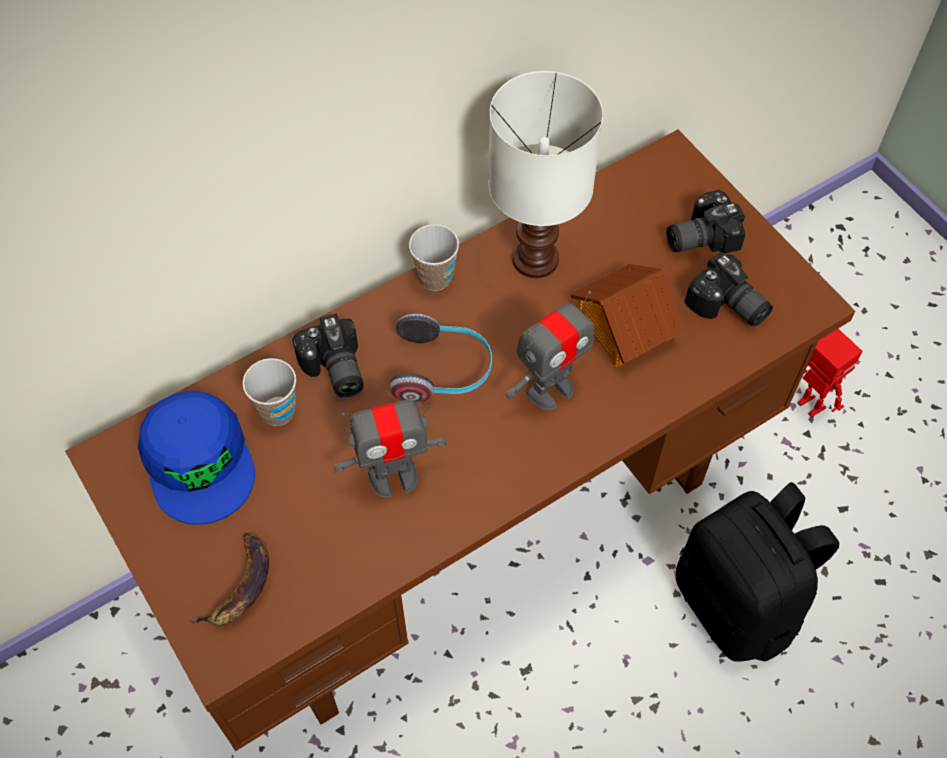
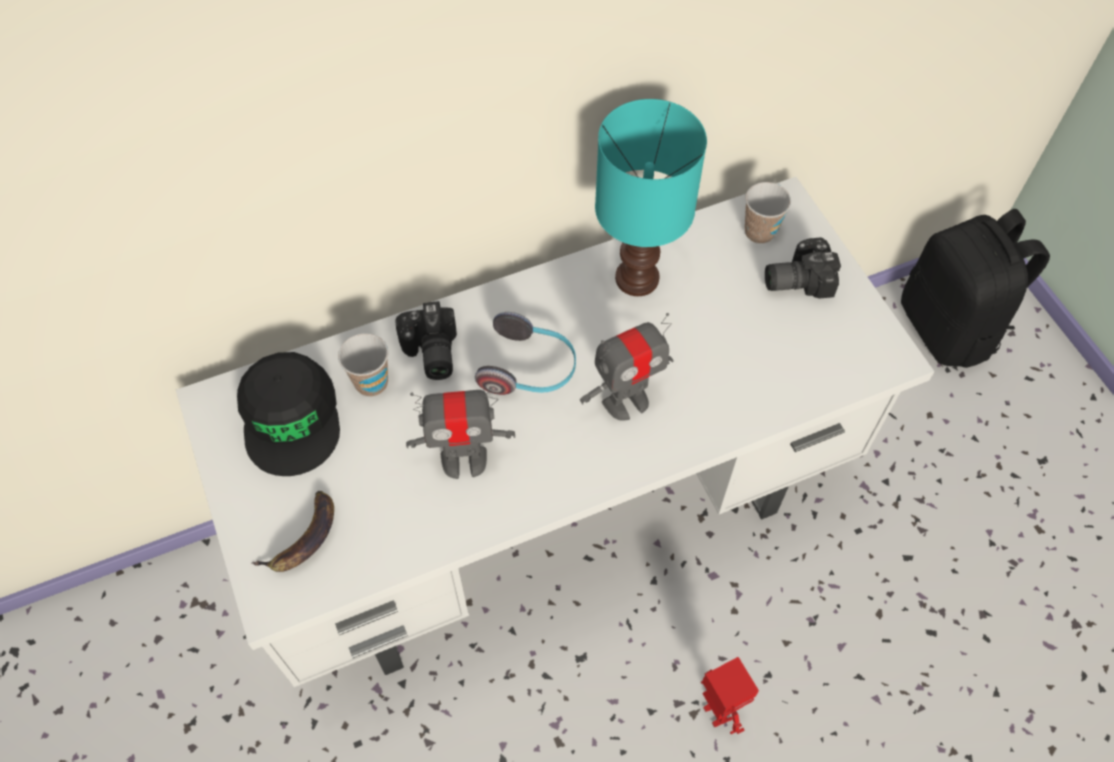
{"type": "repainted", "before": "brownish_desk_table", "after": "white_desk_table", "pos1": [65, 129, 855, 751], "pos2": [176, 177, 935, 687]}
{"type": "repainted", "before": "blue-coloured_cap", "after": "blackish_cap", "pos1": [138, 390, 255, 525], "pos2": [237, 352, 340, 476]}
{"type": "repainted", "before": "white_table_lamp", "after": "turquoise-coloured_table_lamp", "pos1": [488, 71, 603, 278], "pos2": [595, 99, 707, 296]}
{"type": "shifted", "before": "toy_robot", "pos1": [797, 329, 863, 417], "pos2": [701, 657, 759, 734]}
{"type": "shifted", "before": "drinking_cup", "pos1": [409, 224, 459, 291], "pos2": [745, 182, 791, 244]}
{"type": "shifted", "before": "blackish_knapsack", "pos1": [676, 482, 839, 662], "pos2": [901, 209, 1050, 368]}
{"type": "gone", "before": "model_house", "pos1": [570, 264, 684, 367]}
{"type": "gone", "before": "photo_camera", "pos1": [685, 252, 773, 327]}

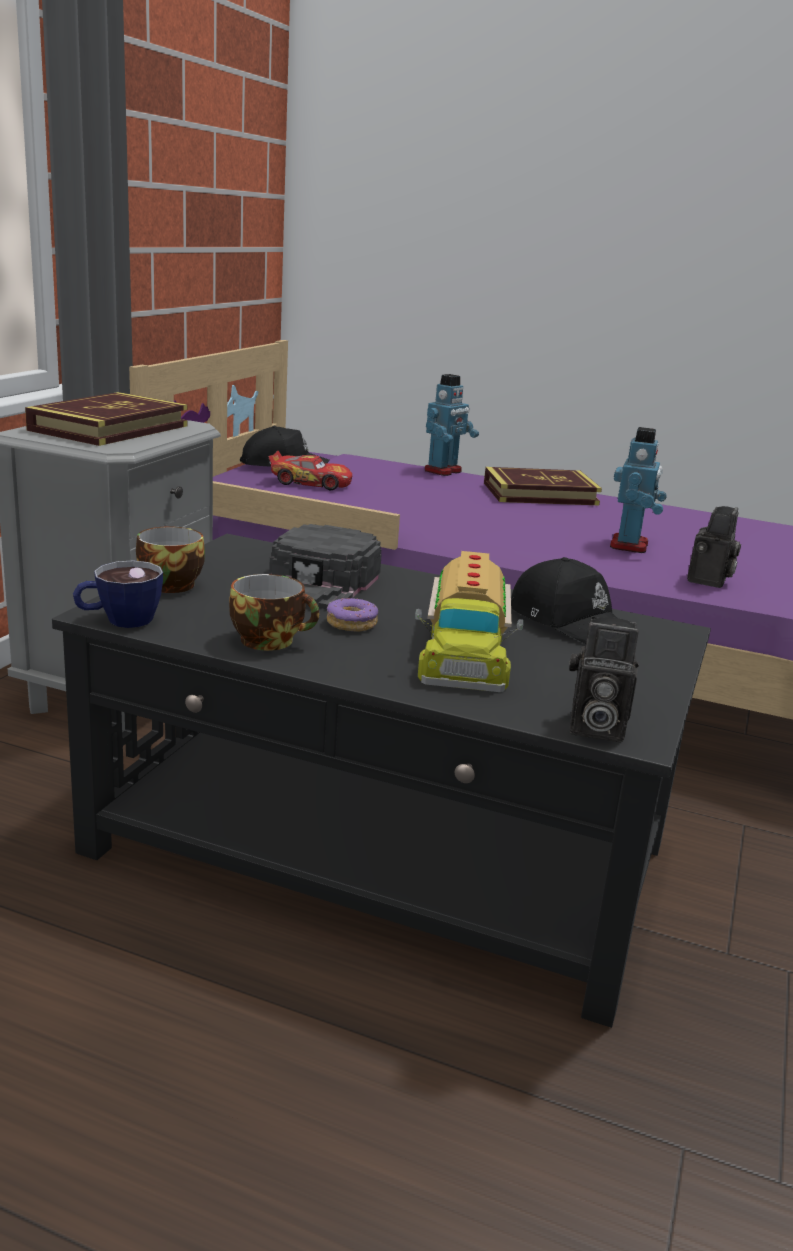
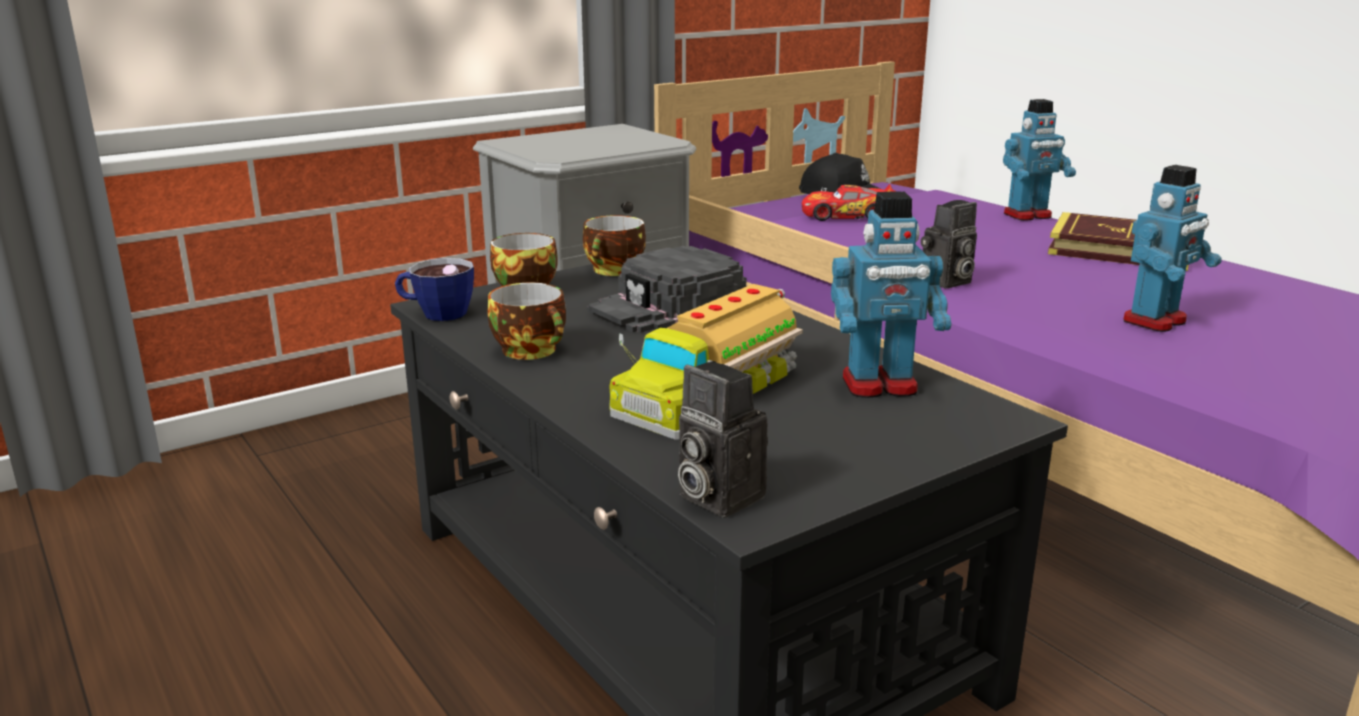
{"type": "new", "after": "drinking_cup", "pos2": [583, 215, 646, 276]}
{"type": "rotated", "before": "model_car", "pos1": [269, 450, 352, 490], "pos2": [802, 184, 896, 221], "turn": 135}
{"type": "swapped", "before": "blackish_cap", "after": "toy_robot", "pos1": [511, 557, 617, 644], "pos2": [831, 192, 951, 398]}
{"type": "shifted", "before": "photo_camera", "pos1": [687, 506, 741, 588], "pos2": [921, 200, 977, 289]}
{"type": "gone", "before": "book", "pos1": [25, 392, 187, 446]}
{"type": "gone", "before": "doughnut", "pos1": [327, 598, 378, 632]}

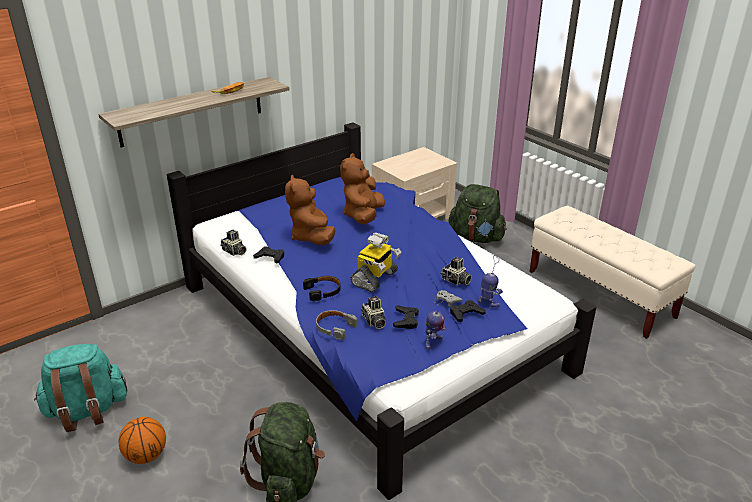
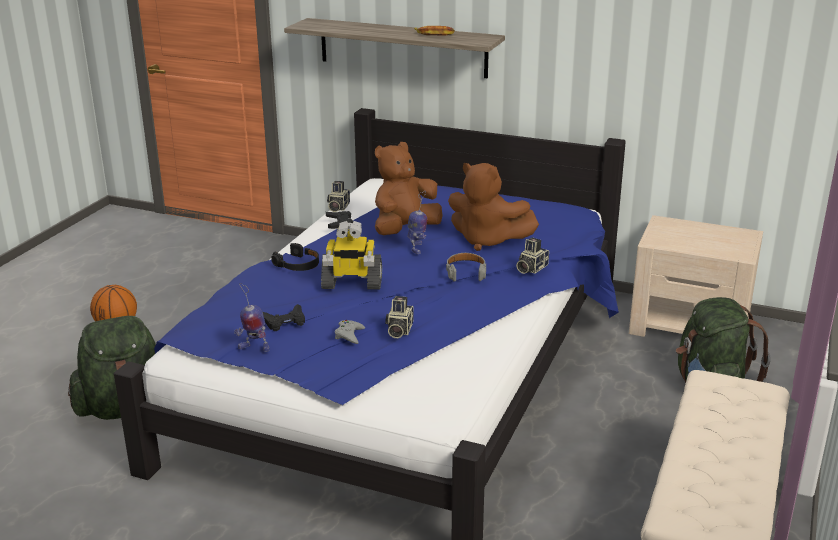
{"type": "shifted", "before": "toy_robot", "pos1": [478, 255, 503, 307], "pos2": [407, 191, 427, 254]}
{"type": "shifted", "before": "grey_headphones", "pos1": [316, 310, 357, 340], "pos2": [446, 253, 486, 282]}
{"type": "rotated", "before": "brownish_soft_toy", "pos1": [340, 153, 385, 224], "pos2": [448, 163, 539, 251], "turn": -135}
{"type": "shifted", "before": "photo_camera", "pos1": [361, 296, 386, 329], "pos2": [516, 237, 549, 274]}
{"type": "gone", "before": "turquoise-coloured_knapsack", "pos1": [34, 344, 127, 432]}
{"type": "gone", "before": "blackish_joypad", "pos1": [450, 300, 486, 322]}

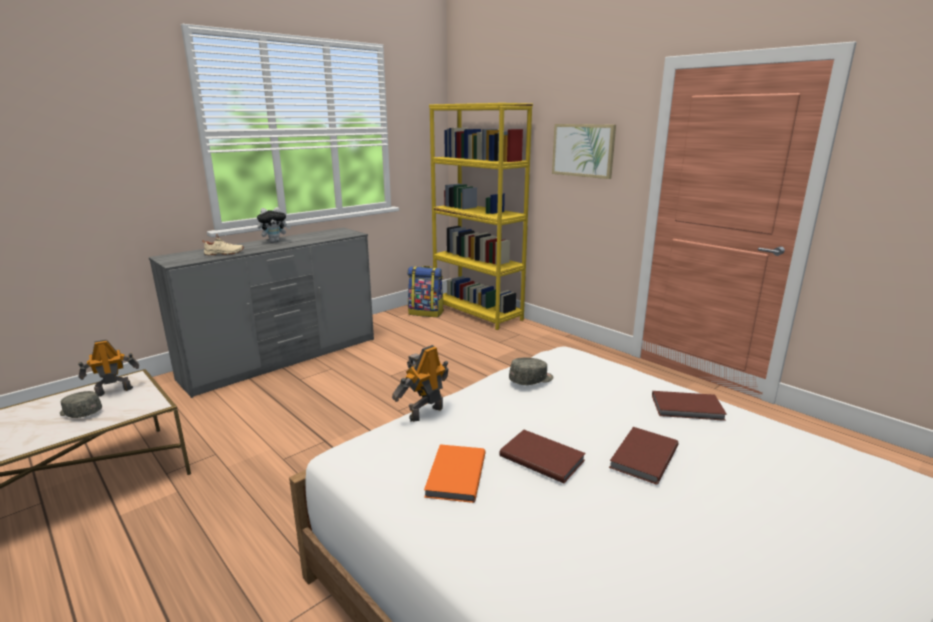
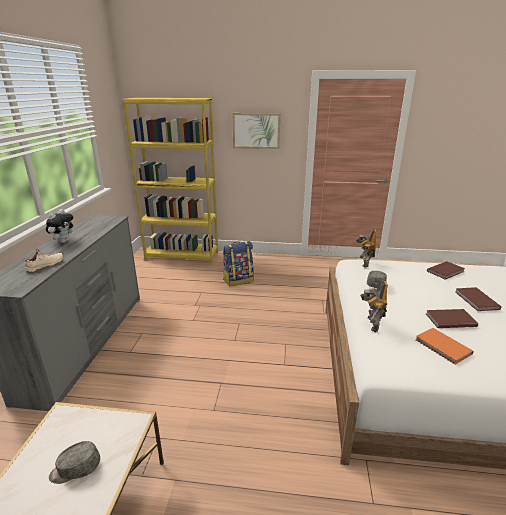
{"type": "shifted", "before": "knapsack", "pos1": [407, 266, 444, 317], "pos2": [223, 241, 254, 286]}
{"type": "shifted", "before": "toy_robot", "pos1": [78, 339, 139, 396], "pos2": [356, 229, 376, 268]}

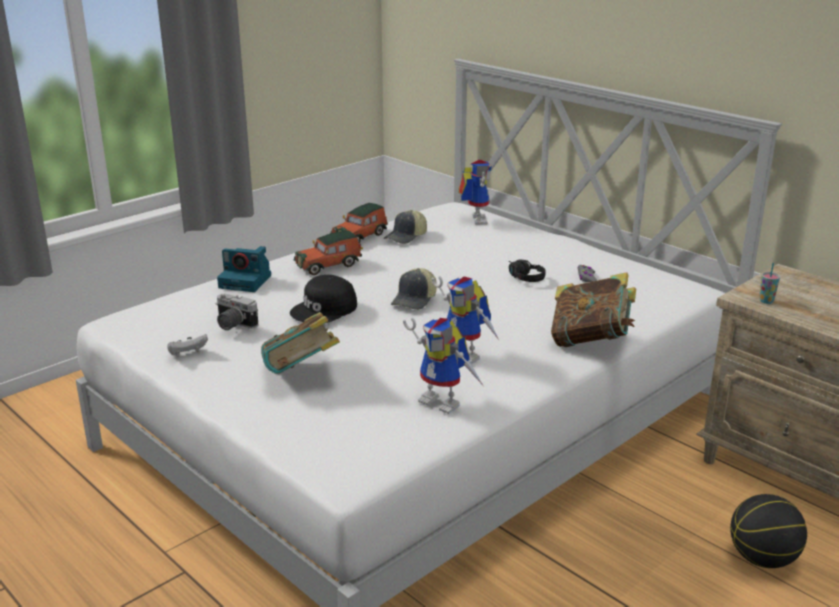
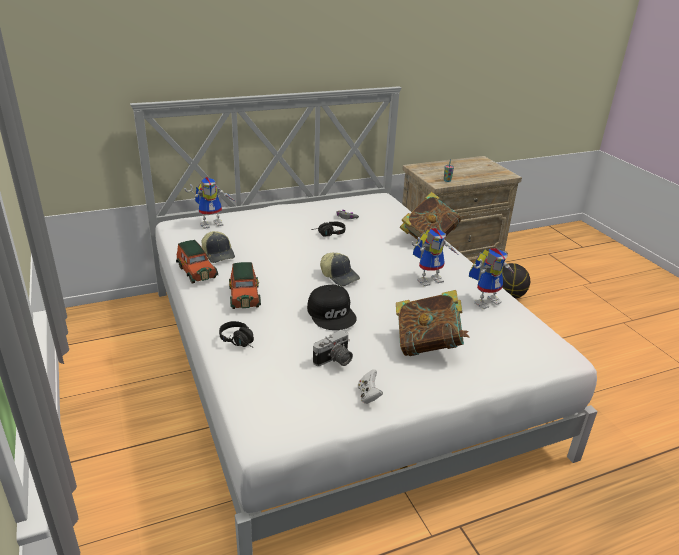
{"type": "rotated", "before": "toy_robot", "pos1": [459, 160, 492, 225], "pos2": [184, 177, 236, 229], "turn": 135}
{"type": "swapped", "before": "photo_camera", "after": "blackish_headphones", "pos1": [217, 246, 271, 292], "pos2": [219, 321, 254, 347]}

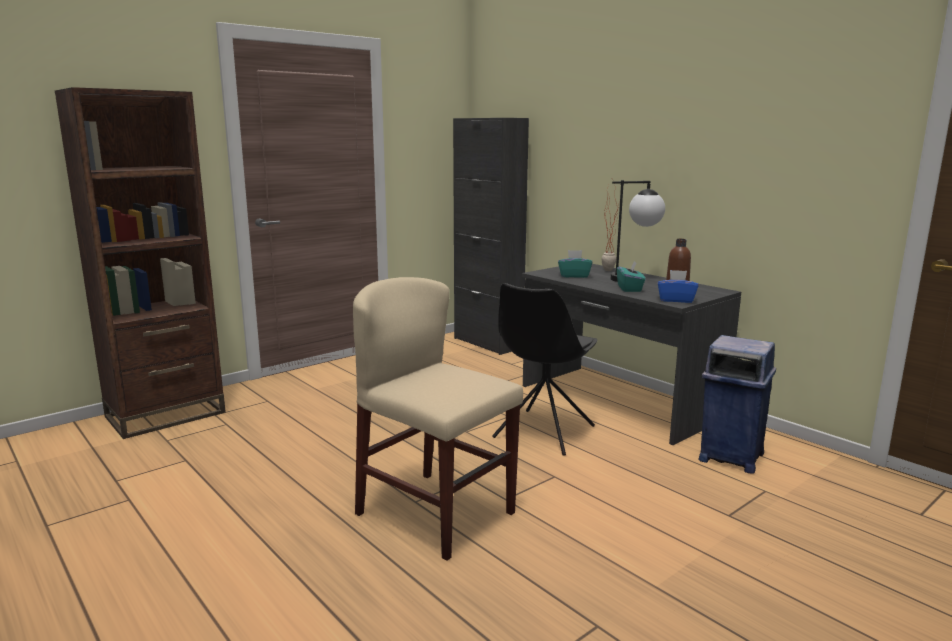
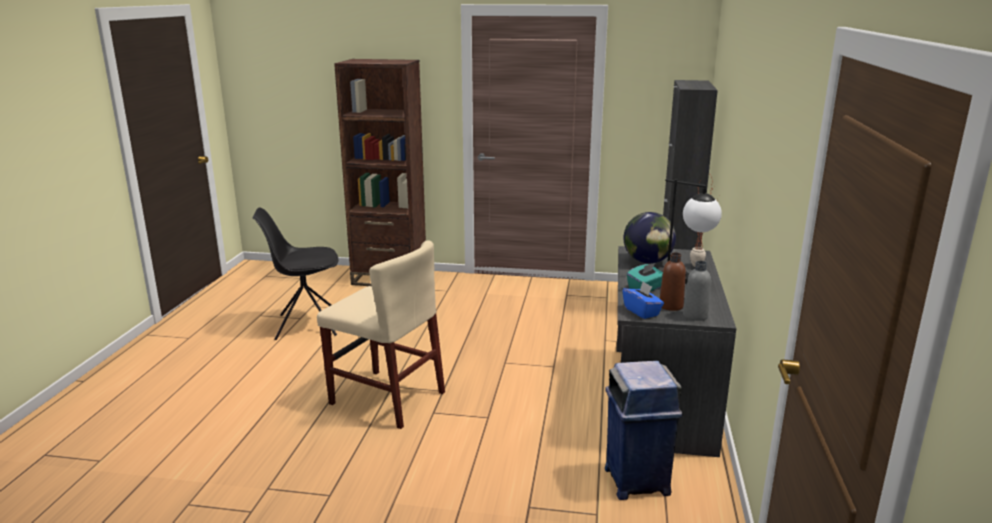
{"type": "shifted", "before": "blackish_chair", "pos1": [492, 283, 597, 456], "pos2": [252, 207, 338, 340]}
{"type": "rotated", "before": "sand-coloured_chair", "pos1": [353, 277, 523, 561], "pos2": [317, 240, 445, 429], "turn": 120}
{"type": "swapped", "before": "turquoise-coloured_tissue_box", "after": "world_globe", "pos1": [558, 250, 592, 278], "pos2": [623, 212, 676, 264]}
{"type": "new", "after": "grey_bottle", "pos2": [683, 261, 711, 321]}

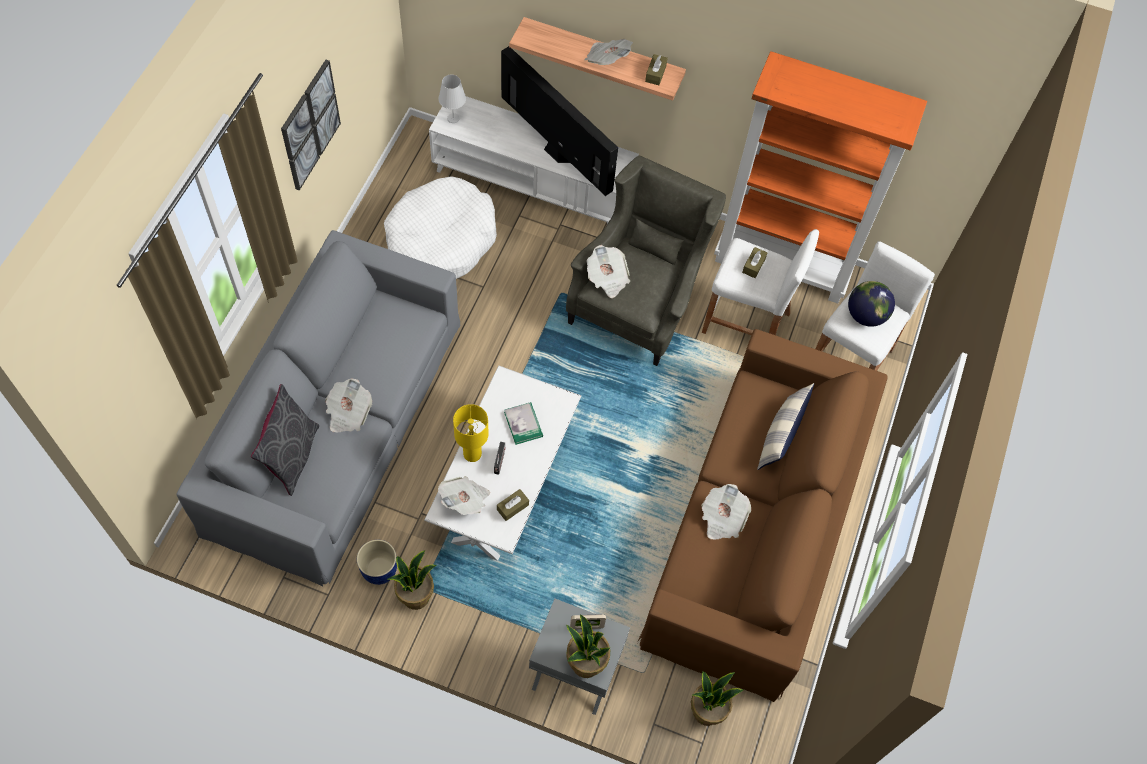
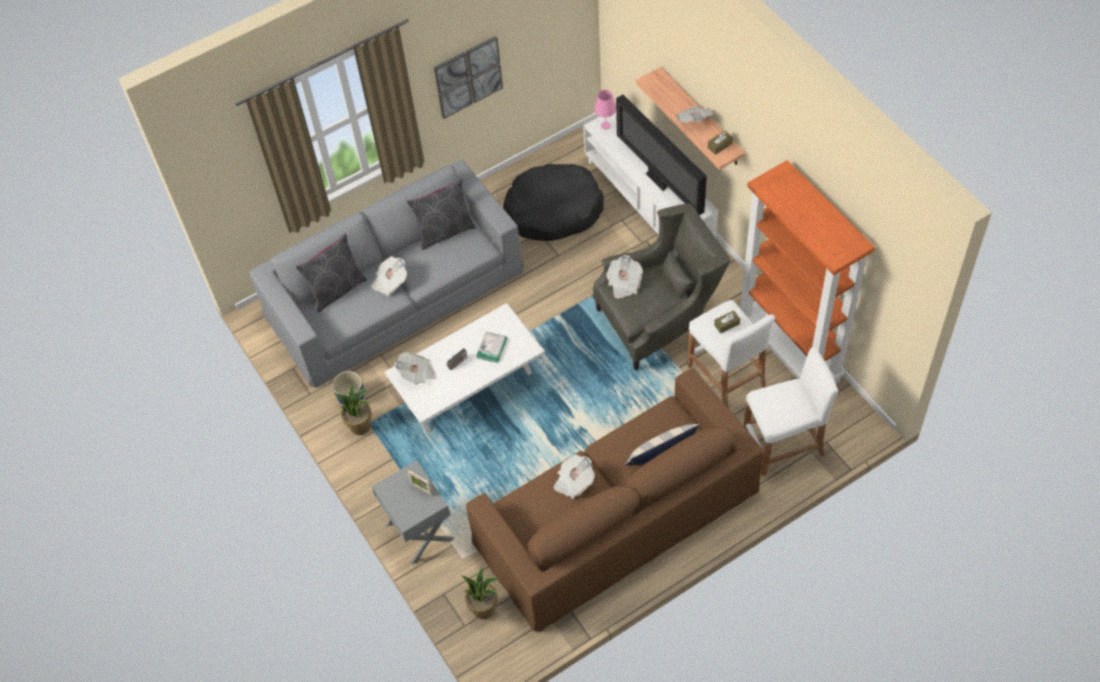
{"type": "new", "after": "grey_cushion", "pos2": [407, 179, 476, 250]}
{"type": "repainted", "before": "white_pet_bed", "after": "blackish_pet_bed", "pos1": [384, 176, 497, 279], "pos2": [503, 164, 604, 241]}
{"type": "repainted", "before": "white_table_lamp", "after": "pink-coloured_table_lamp", "pos1": [438, 75, 466, 123], "pos2": [594, 90, 616, 129]}
{"type": "rotated", "before": "TV_set", "pos1": [501, 46, 618, 196], "pos2": [616, 94, 707, 215], "turn": 150}
{"type": "gone", "before": "yellowish_table_lamp", "pos1": [453, 404, 489, 462]}
{"type": "gone", "before": "brownish_tissue_box", "pos1": [497, 489, 529, 521]}
{"type": "gone", "before": "plant_in_a_pot", "pos1": [566, 614, 611, 678]}
{"type": "gone", "before": "world_globe", "pos1": [848, 281, 895, 327]}

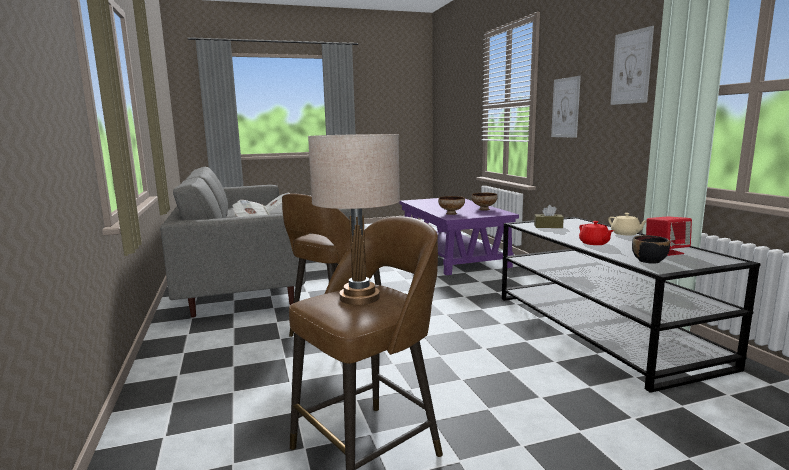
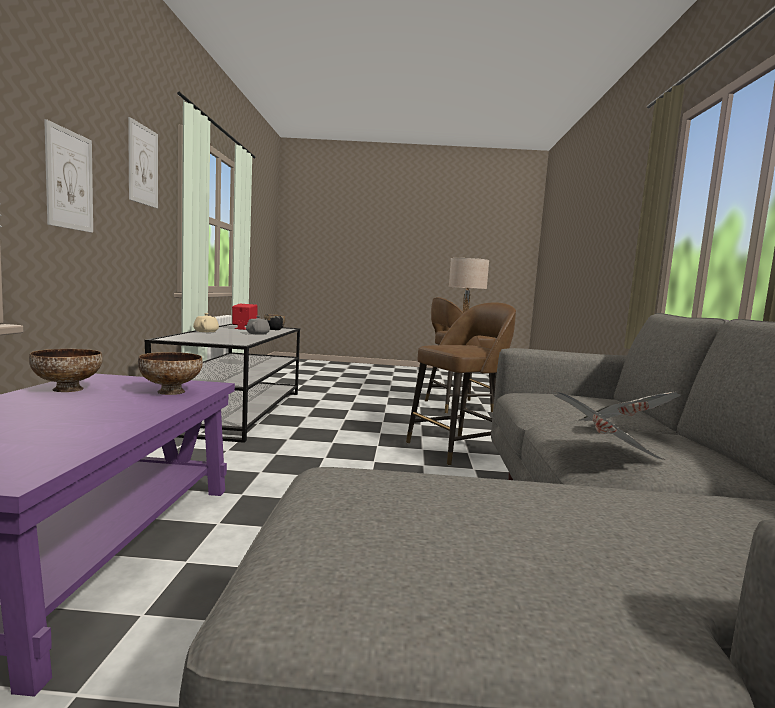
{"type": "repainted", "before": "reddish_teapot", "after": "grey_teapot", "pos1": [579, 221, 614, 245], "pos2": [246, 316, 270, 335]}
{"type": "gone", "before": "brownish_tissue_box", "pos1": [534, 205, 564, 228]}

